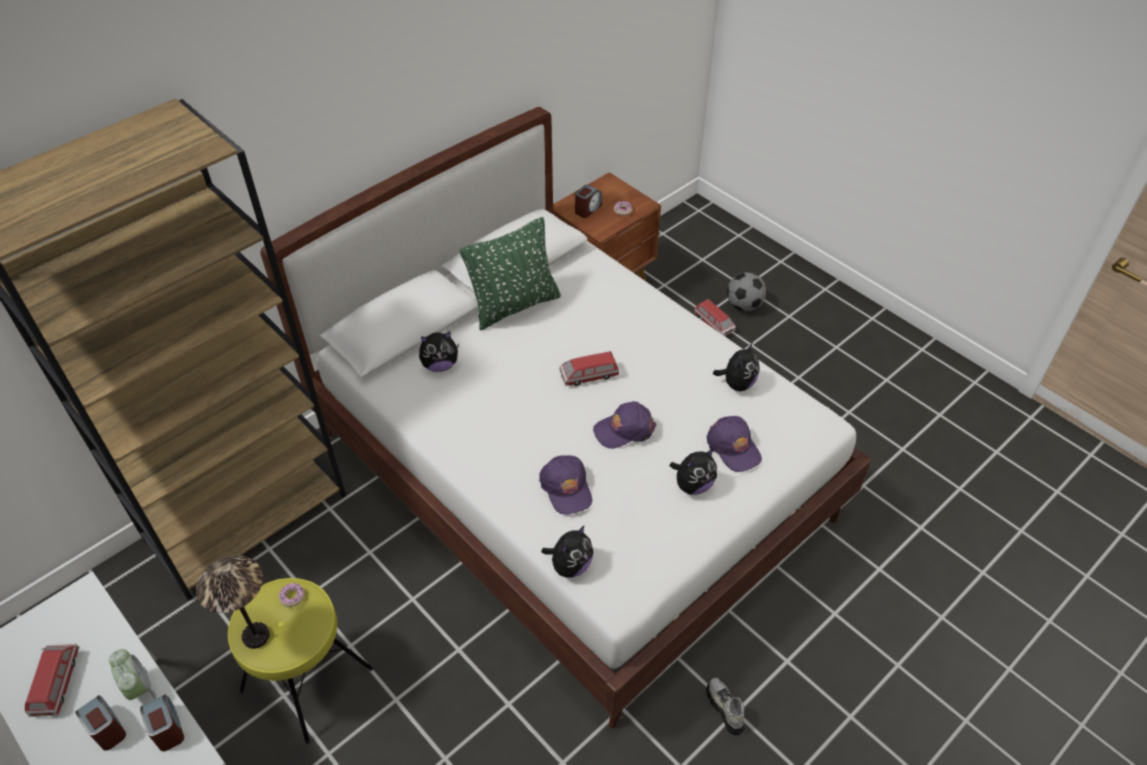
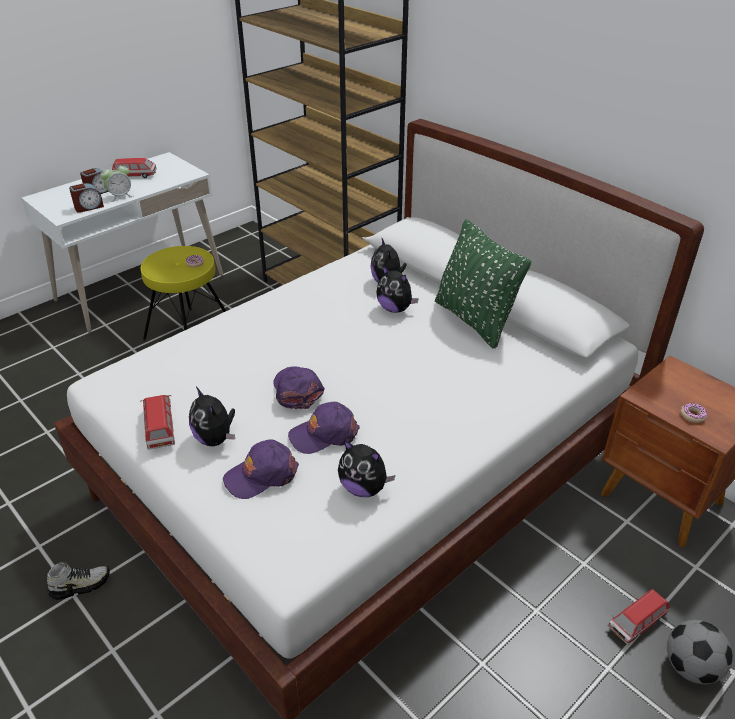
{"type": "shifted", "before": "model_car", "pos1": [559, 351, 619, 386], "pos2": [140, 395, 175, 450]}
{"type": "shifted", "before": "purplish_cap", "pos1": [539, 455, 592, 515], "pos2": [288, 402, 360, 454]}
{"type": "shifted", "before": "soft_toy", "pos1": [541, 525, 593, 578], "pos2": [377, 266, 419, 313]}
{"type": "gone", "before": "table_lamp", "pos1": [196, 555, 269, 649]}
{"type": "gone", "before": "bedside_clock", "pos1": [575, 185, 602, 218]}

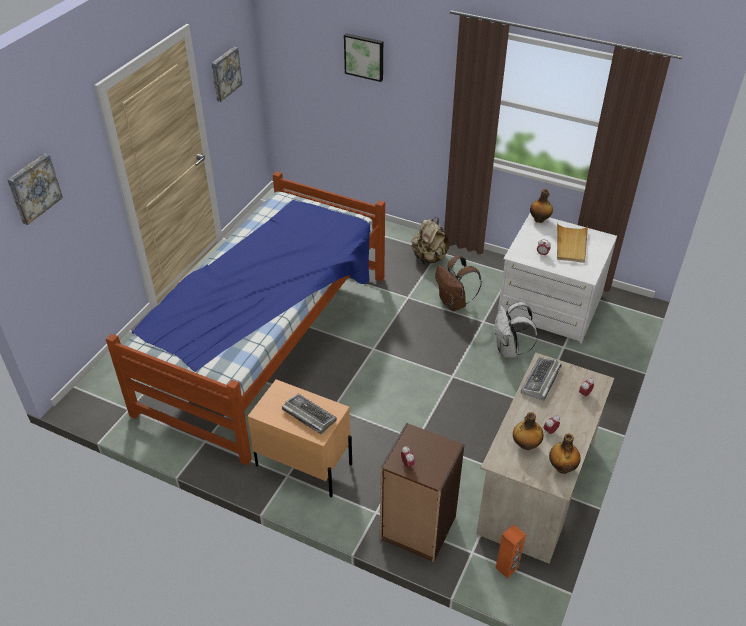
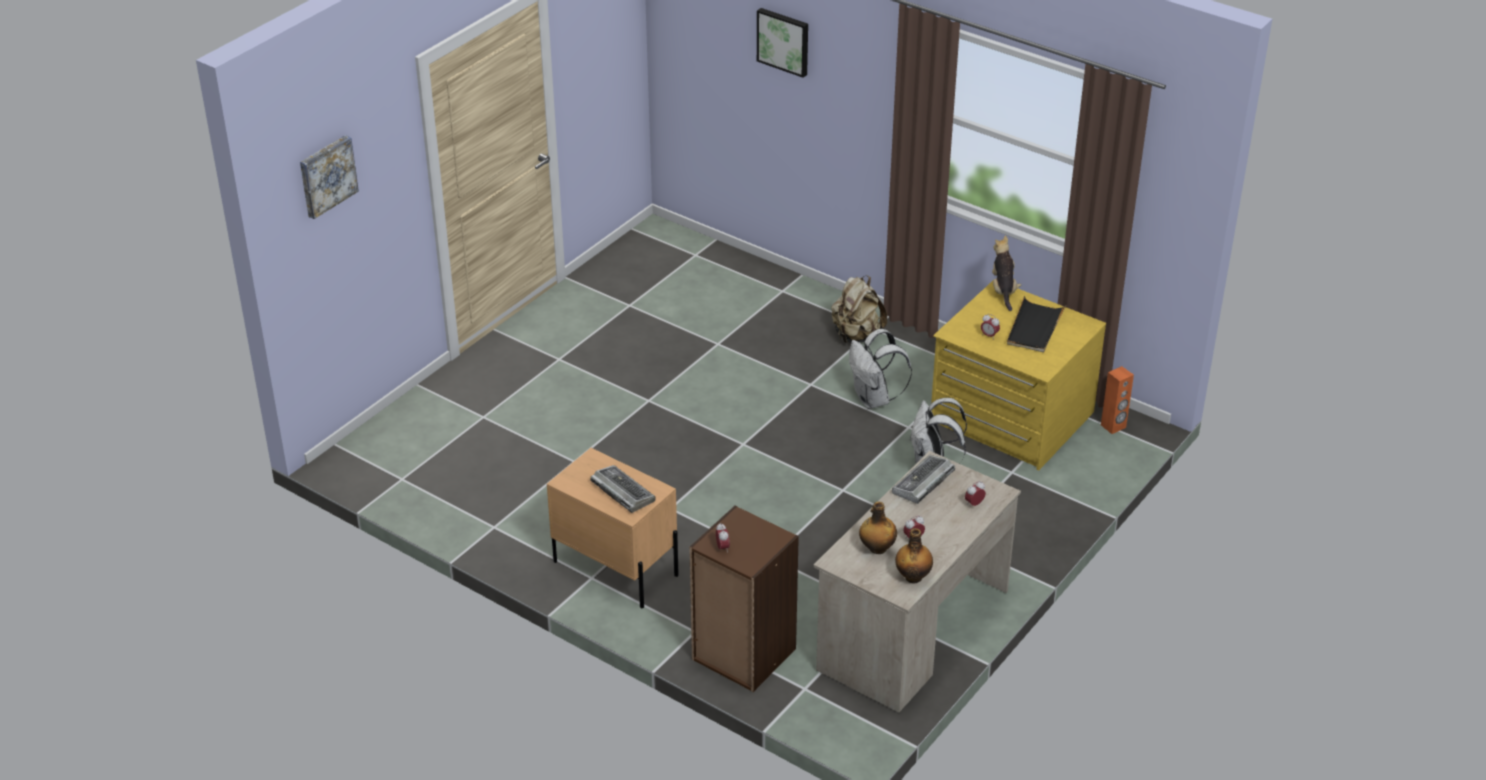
{"type": "repainted", "before": "brownish_knapsack", "after": "white_knapsack", "pos1": [435, 255, 482, 311], "pos2": [849, 329, 912, 409]}
{"type": "repainted", "before": "white_chest_of_drawers", "after": "yellowish_chest_of_drawers", "pos1": [498, 213, 617, 344], "pos2": [931, 281, 1106, 470]}
{"type": "swapped", "before": "bottle", "after": "soft_toy", "pos1": [530, 189, 553, 223], "pos2": [992, 235, 1021, 311]}
{"type": "repainted", "before": "sand-coloured_tray", "after": "blackish_tray", "pos1": [557, 223, 588, 263], "pos2": [1007, 296, 1066, 352]}
{"type": "shifted", "before": "orange_speaker", "pos1": [496, 525, 526, 578], "pos2": [1101, 366, 1134, 434]}
{"type": "gone", "before": "sleeping_bed", "pos1": [106, 171, 385, 465]}
{"type": "gone", "before": "wall_art", "pos1": [211, 47, 242, 102]}

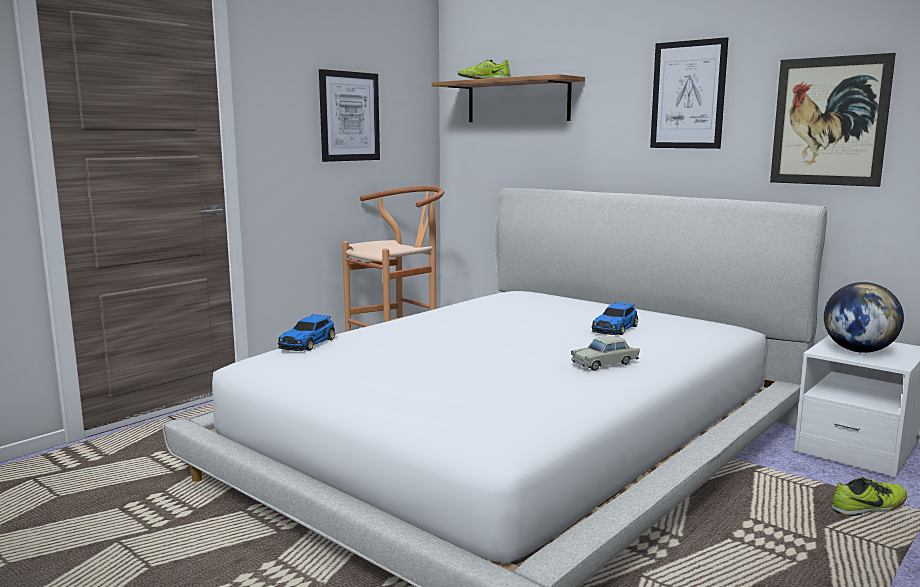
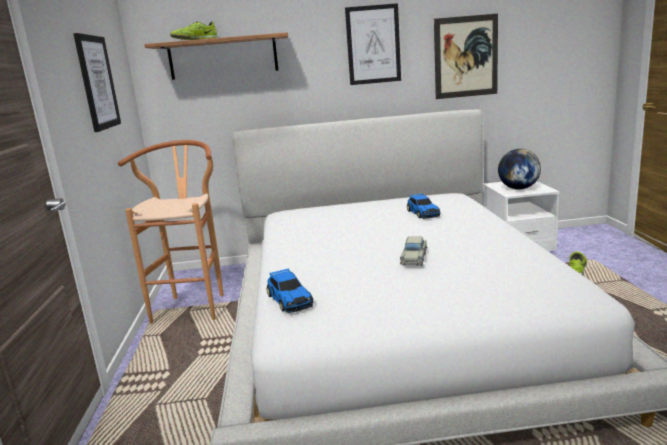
{"type": "shifted", "before": "sand-coloured_model_car", "pos1": [571, 336, 640, 370], "pos2": [400, 236, 427, 266]}

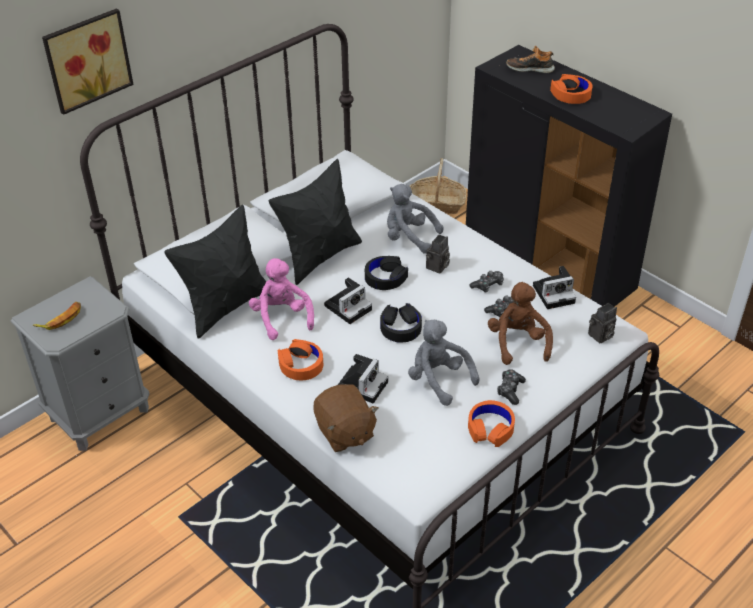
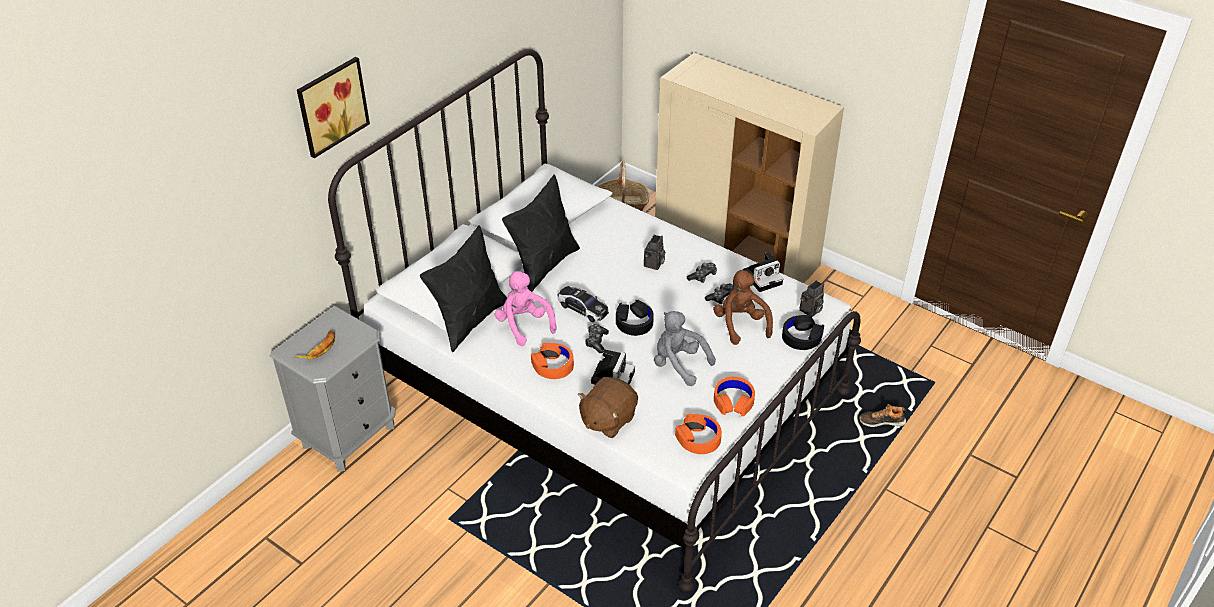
{"type": "swapped", "before": "photo_camera", "after": "model_car", "pos1": [324, 278, 372, 324], "pos2": [557, 286, 609, 322]}
{"type": "rotated", "before": "brownish_soft_toy", "pos1": [314, 384, 379, 452], "pos2": [578, 377, 638, 438], "turn": 75}
{"type": "shifted", "before": "joypad", "pos1": [497, 369, 526, 405], "pos2": [585, 324, 609, 353]}
{"type": "repainted", "before": "blackish_cupboard", "after": "sand-coloured_cupboard", "pos1": [466, 45, 672, 307], "pos2": [655, 53, 844, 283]}
{"type": "shifted", "before": "orange_headphones", "pos1": [550, 74, 593, 104], "pos2": [675, 414, 722, 454]}
{"type": "shifted", "before": "blackish_headphones", "pos1": [365, 256, 408, 290], "pos2": [782, 315, 824, 350]}
{"type": "shifted", "before": "item_of_footwear", "pos1": [506, 46, 555, 73], "pos2": [859, 404, 906, 427]}
{"type": "gone", "before": "grey_soft_toy", "pos1": [387, 184, 443, 254]}

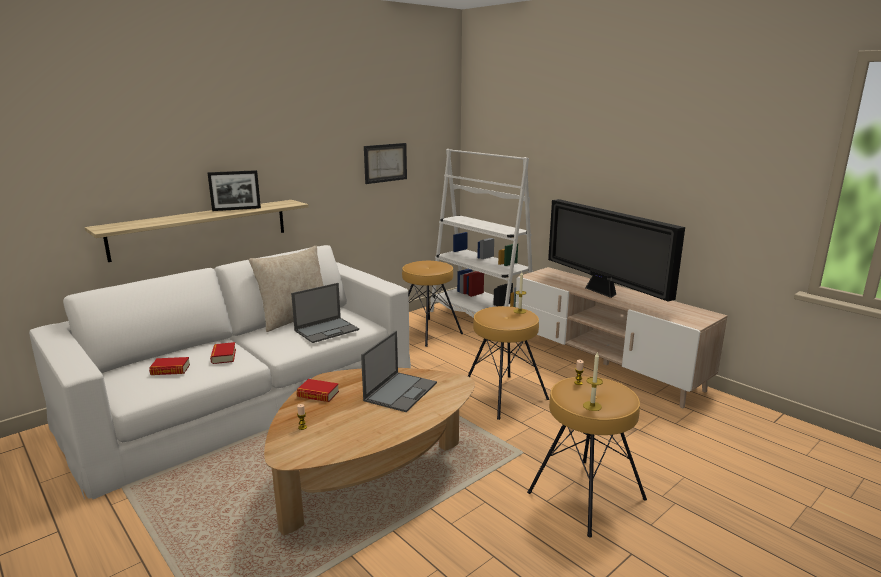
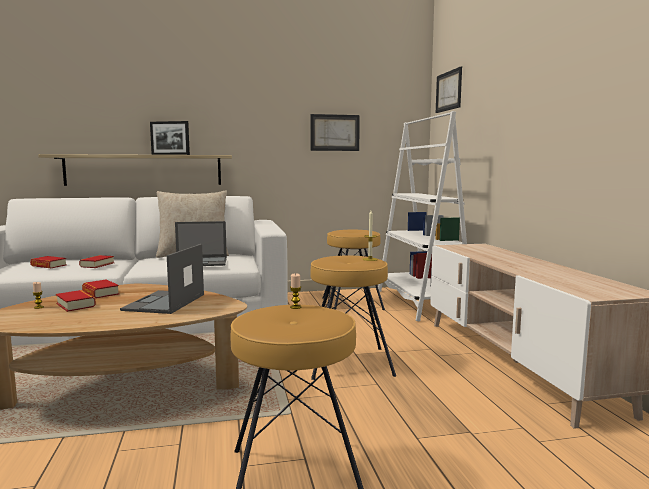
{"type": "new", "after": "book", "pos2": [56, 290, 96, 312]}
{"type": "rotated", "before": "notebook_computer", "pos1": [361, 331, 437, 412], "pos2": [120, 244, 204, 314], "turn": 135}
{"type": "new", "after": "wall_art", "pos2": [436, 66, 462, 113]}
{"type": "gone", "before": "TV_set", "pos1": [548, 199, 685, 302]}
{"type": "gone", "before": "wax_candle", "pos1": [583, 352, 603, 411]}

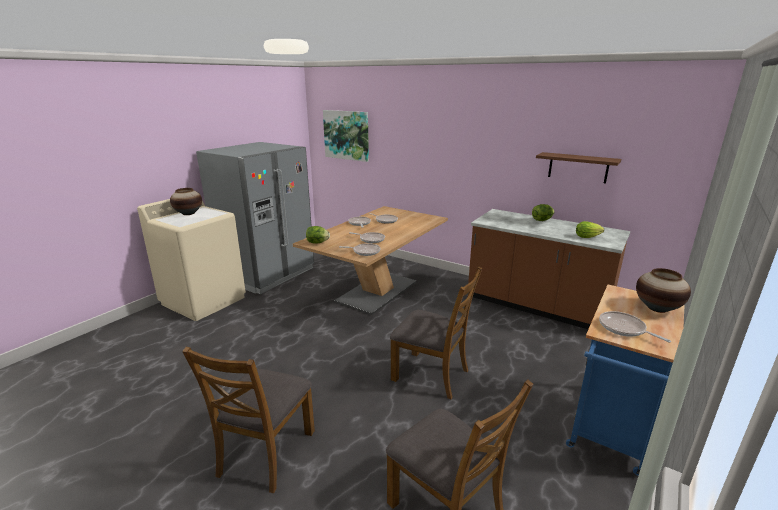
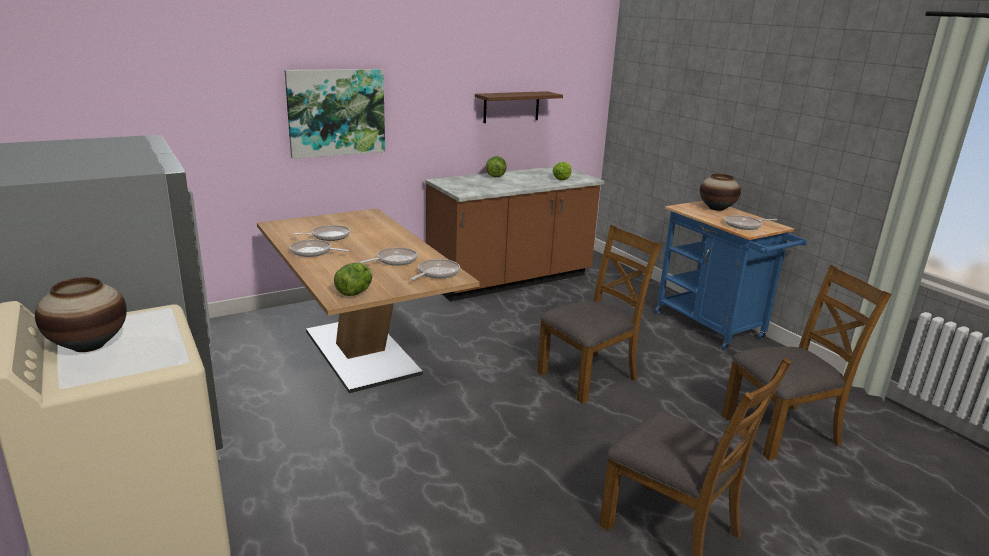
{"type": "shifted", "before": "wall_art", "pos1": [323, 110, 369, 162], "pos2": [284, 69, 385, 159]}

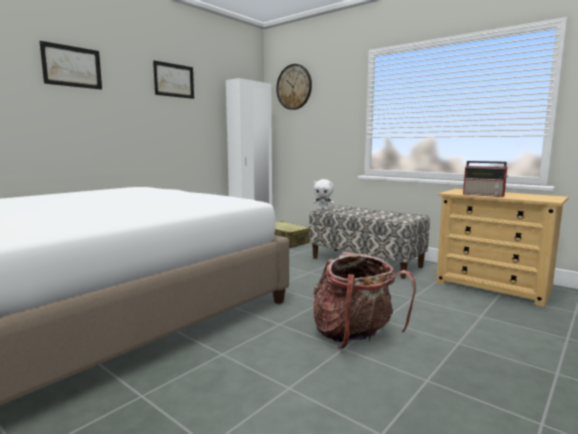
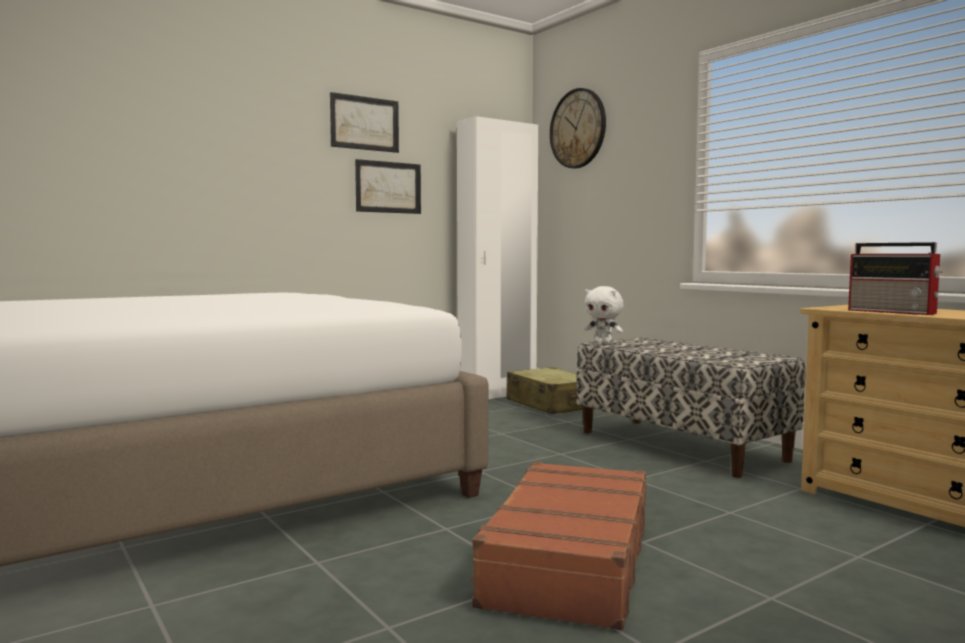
{"type": "shifted", "before": "wall_art", "pos1": [40, 41, 102, 90], "pos2": [355, 159, 421, 214]}
{"type": "swapped", "before": "knapsack", "after": "brownish_suitcase", "pos1": [313, 252, 416, 349], "pos2": [468, 461, 647, 630]}

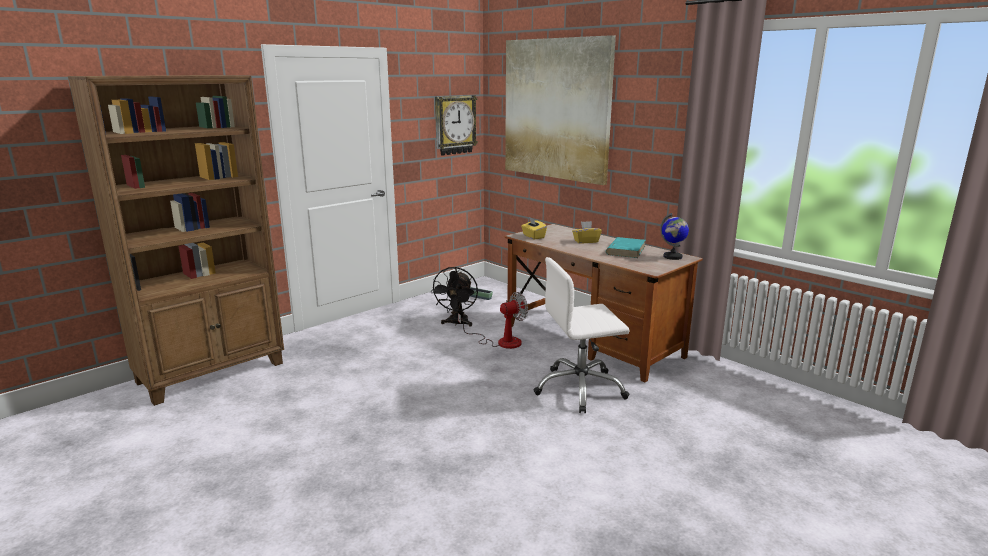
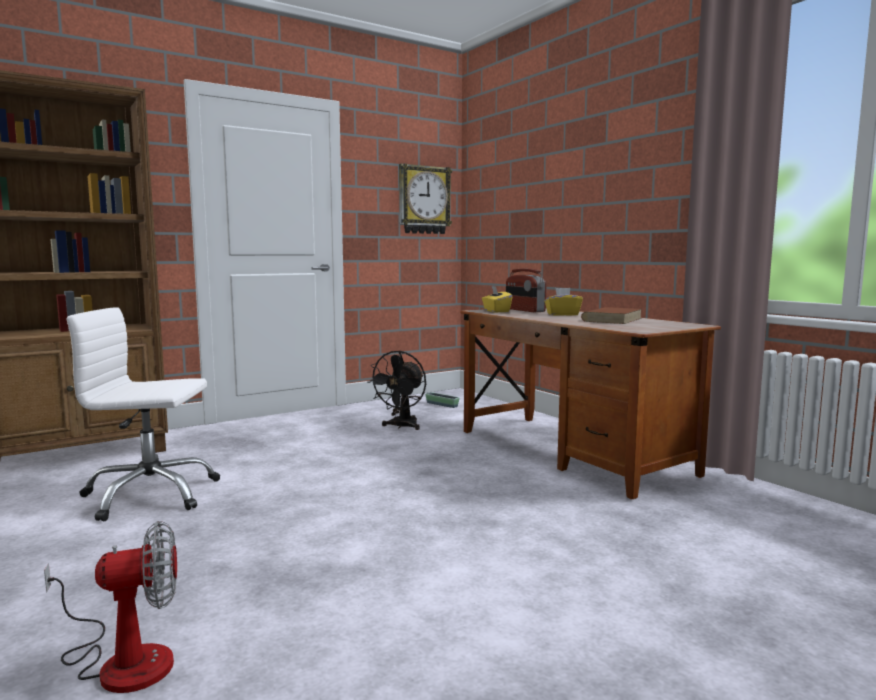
{"type": "shifted", "before": "electric_fan", "pos1": [458, 292, 528, 349], "pos2": [44, 521, 177, 693]}
{"type": "shifted", "before": "white_office_chair", "pos1": [534, 257, 630, 413], "pos2": [67, 307, 220, 521]}
{"type": "new", "after": "radio_set", "pos2": [506, 269, 546, 312]}
{"type": "repainted", "before": "turquoise-coloured_book", "after": "brownish_book", "pos1": [606, 237, 646, 258], "pos2": [581, 307, 642, 324]}
{"type": "gone", "before": "wall_art", "pos1": [505, 35, 616, 185]}
{"type": "gone", "before": "world_globe", "pos1": [660, 213, 689, 260]}

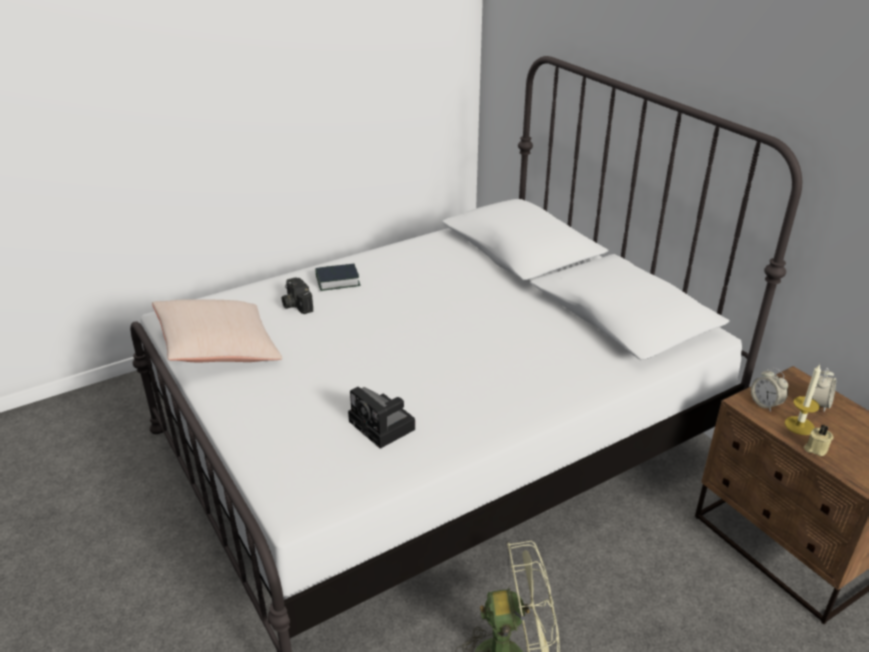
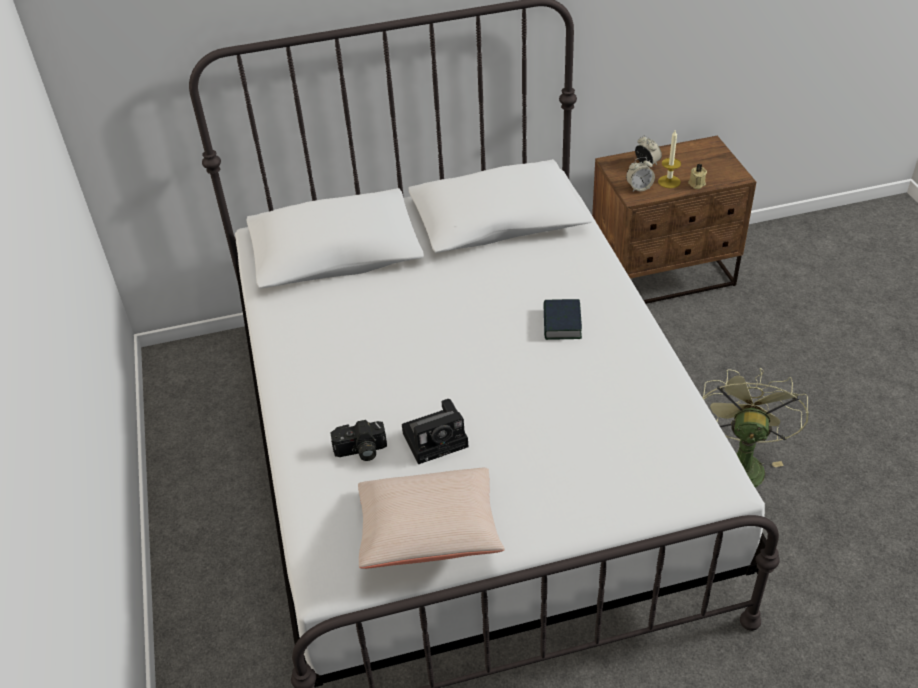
{"type": "shifted", "before": "photo_camera", "pos1": [348, 387, 415, 449], "pos2": [402, 399, 468, 464]}
{"type": "shifted", "before": "book", "pos1": [315, 264, 361, 291], "pos2": [543, 299, 582, 340]}

